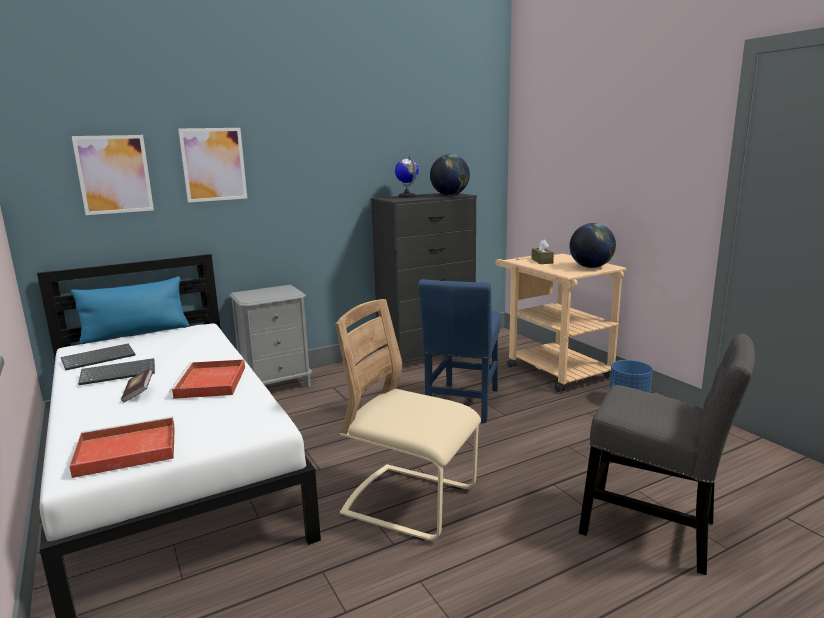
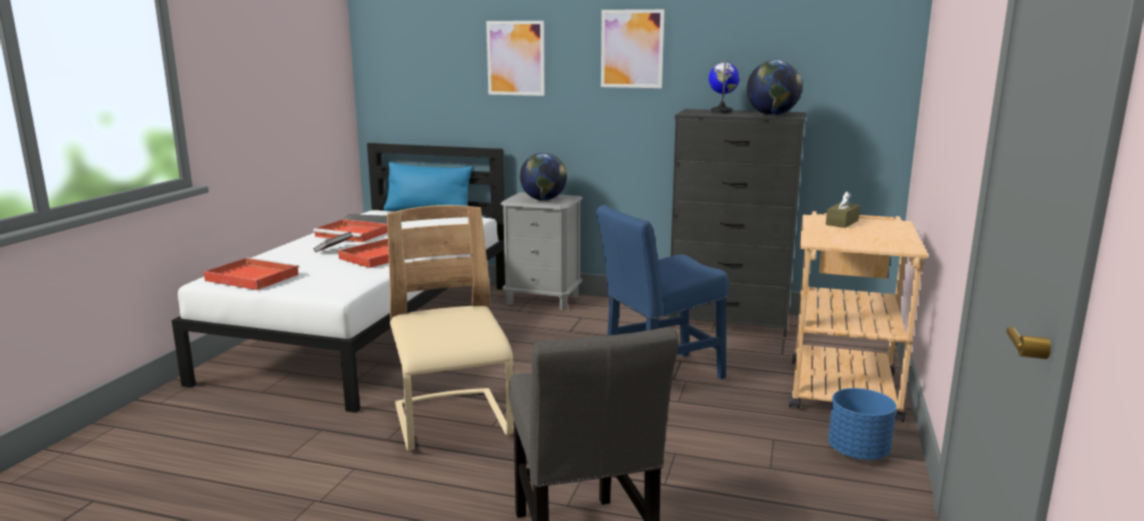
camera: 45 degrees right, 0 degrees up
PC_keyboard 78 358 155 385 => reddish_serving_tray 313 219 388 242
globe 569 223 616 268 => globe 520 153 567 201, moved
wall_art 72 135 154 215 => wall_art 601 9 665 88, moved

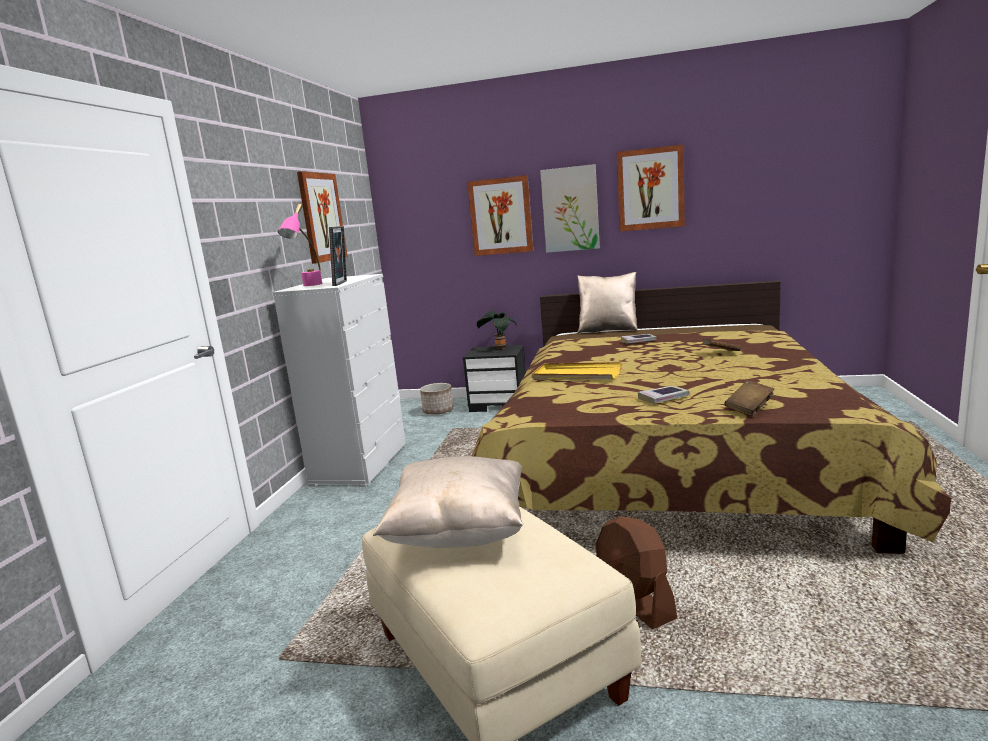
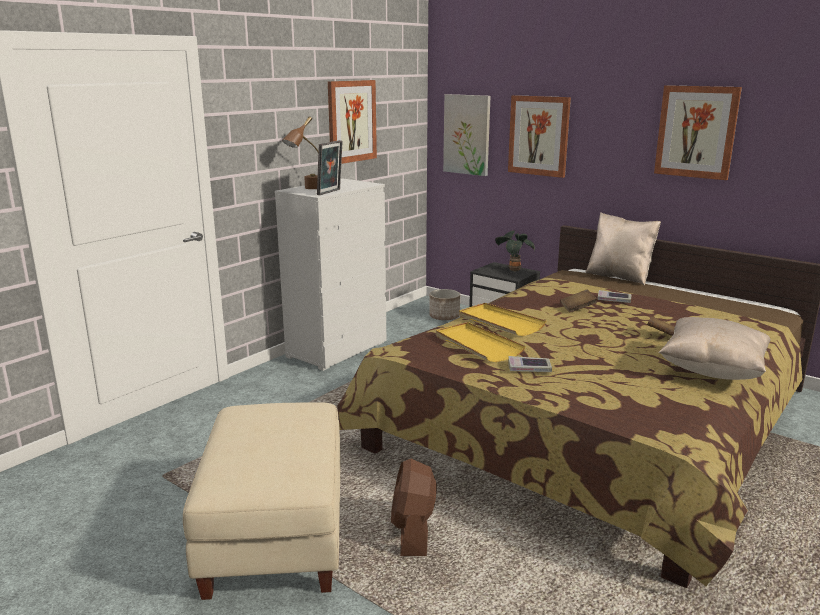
camera: 25 degrees right, 5 degrees up
pinkish_tabletop_lamp 278 204 322 286 => brown-coloured_tabletop_lamp 282 116 318 189
nothing => yellowish_serving_tray 436 322 526 362
wall_art 540 164 600 253 => wall_art 443 94 490 176, moved
brown-coloured_bound_book 724 380 775 416 => brown-coloured_bound_book 560 289 597 313, moved
sand-coloured_pillow 373 456 523 548 => sand-coloured_pillow 658 317 771 380, moved

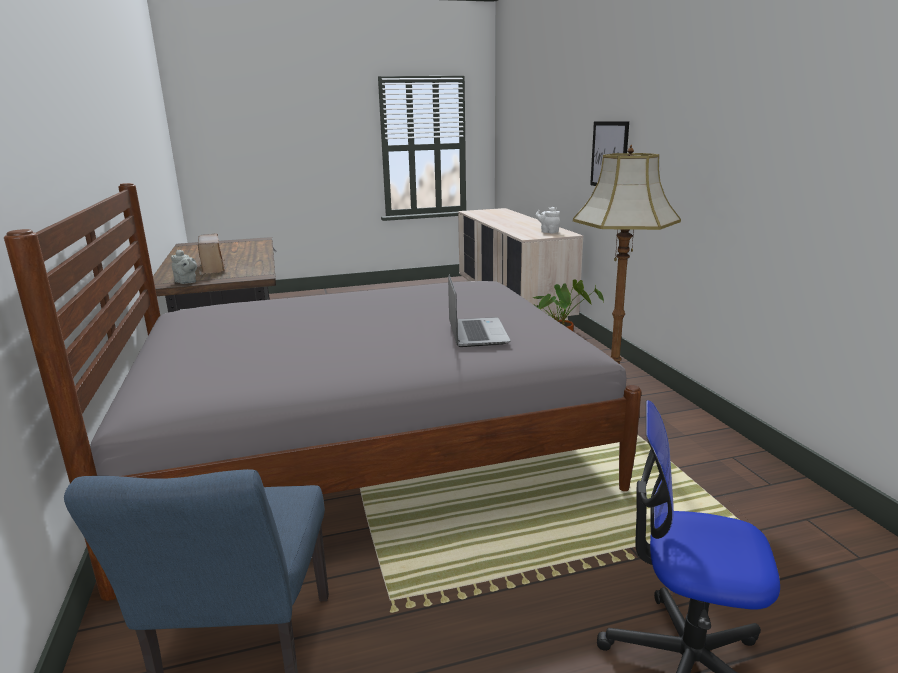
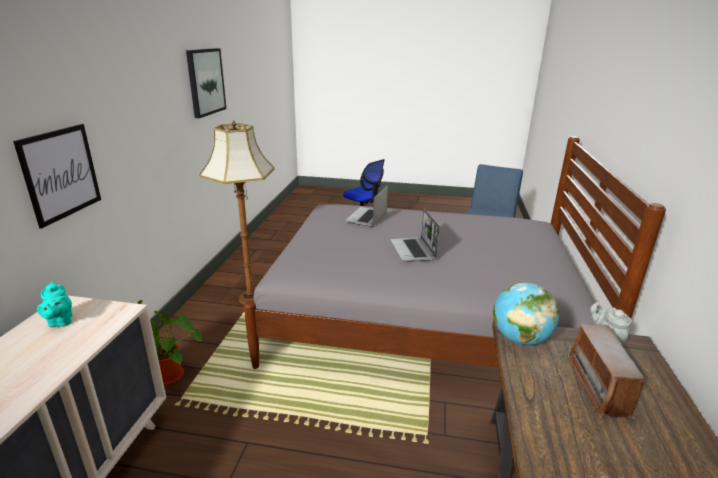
camera: 155 degrees left, 5 degrees up
white_tea_pot 536 207 560 233 => turquoise-coloured_tea_pot 37 281 72 328
nothing => wall_art 186 48 226 118
nothing => portable_computer 390 209 440 262
nothing => globe 493 282 560 345

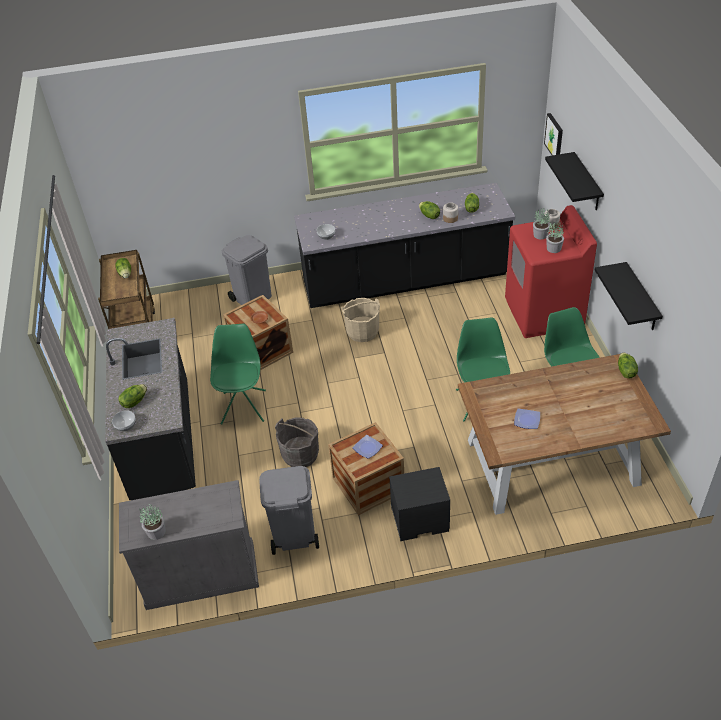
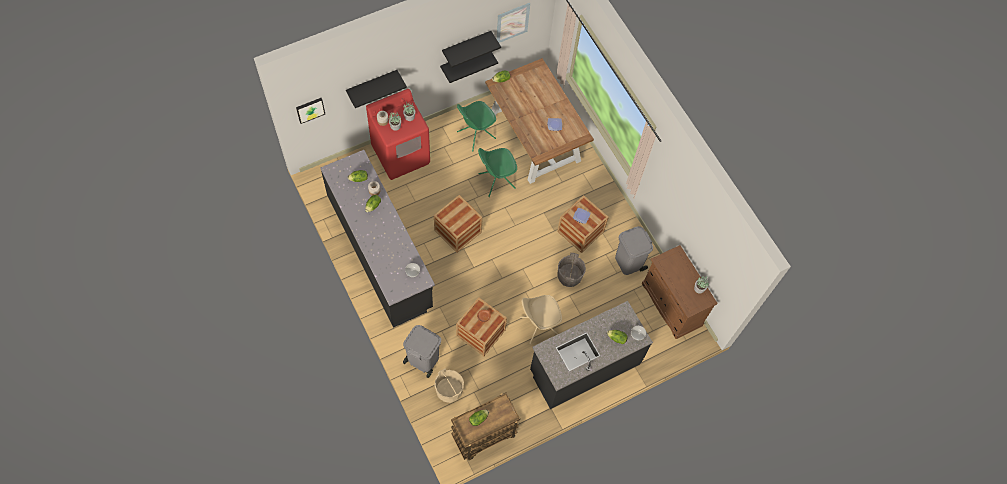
camera: 115 degrees left, 20 degrees up
nothing => packing_crate 434 195 483 252
sand-coloured_pail 341 298 380 342 => sand-coloured_pail 434 368 464 403, moved
nothing => blackish_wall_shelf 442 31 501 68
nothing => wall_art 496 3 530 43
green-coloured_chair 210 323 266 425 => sand-coloured_chair 520 295 562 344
gray_storage_cabinet 119 480 259 610 => brown-coloured_storage_cabinet 641 245 718 339
blackish_nightstand 389 467 450 541 => nothing

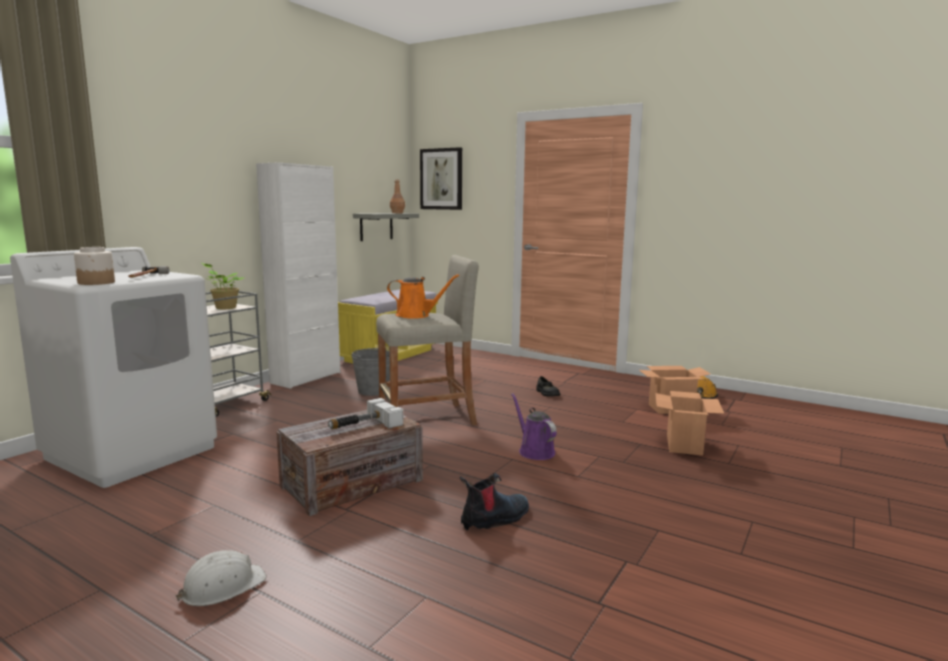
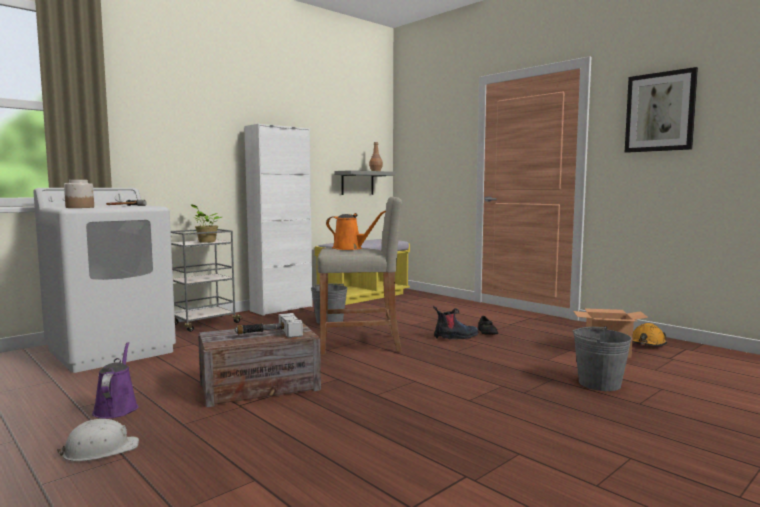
camera: 15 degrees right, 5 degrees down
purple_watering_can 511 393 557 460 => purple_watering_can 92 342 138 419, moved
high-top_boot 460 473 529 530 => high-top_boot 433 306 478 340, moved
cardboard_box 655 391 724 456 => gray_pail 572 326 632 391
wall_art 420 147 462 210 => wall_art 625 67 698 153, moved

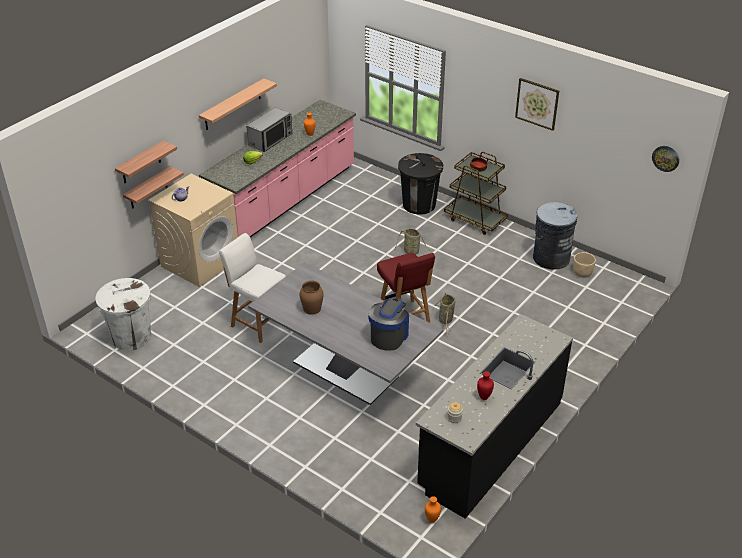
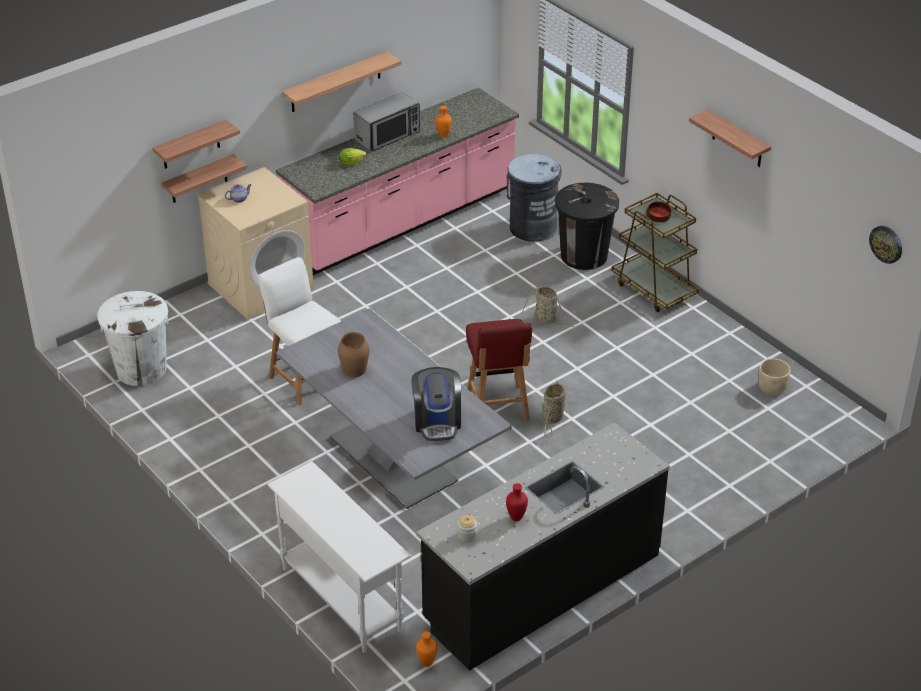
camera: 15 degrees right, 0 degrees up
nothing => white_hall_table 267 461 411 653
coffee_maker 368 298 409 351 => coffee_maker 411 367 461 441, 135 degrees clockwise
gray_trash_can 533 202 577 270 => gray_trash_can 507 154 562 242, moved
wall_art 515 78 559 131 => wall_shelf 689 109 771 167

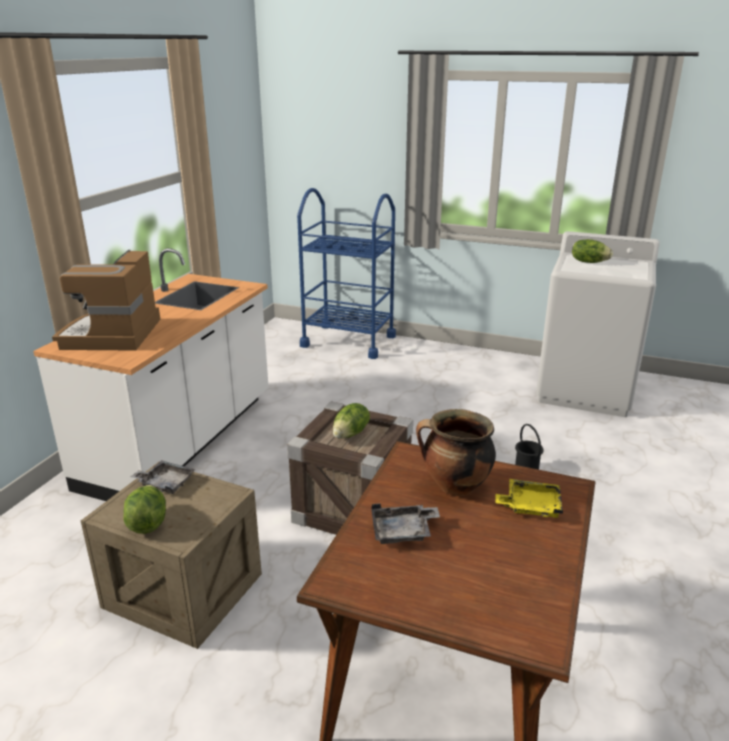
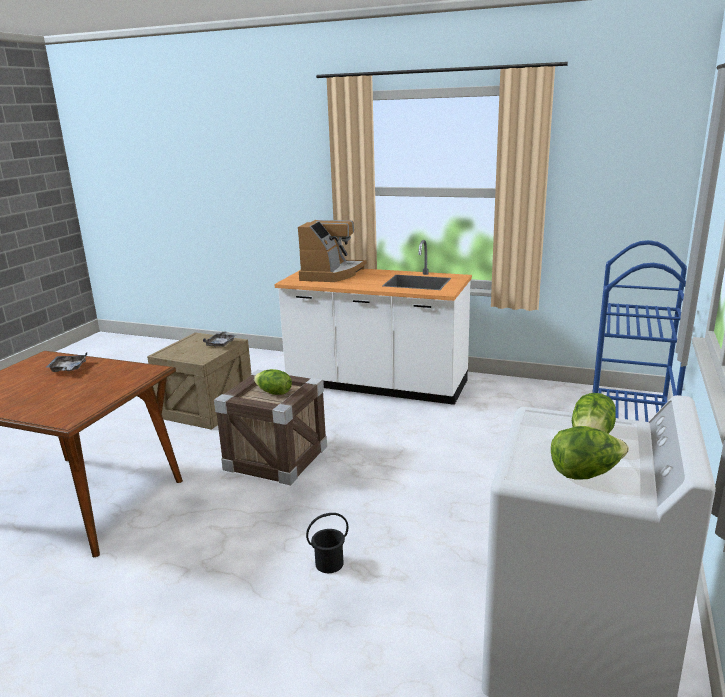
camera: 90 degrees right, 5 degrees down
coffee_maker 52 250 160 351 => coffee_maker 298 220 367 282, 105 degrees clockwise
lettuce 123 485 166 534 => lettuce 551 426 629 480, moved
saucepot 416 409 496 496 => nothing
yellowish_serving_tray 495 479 563 518 => nothing

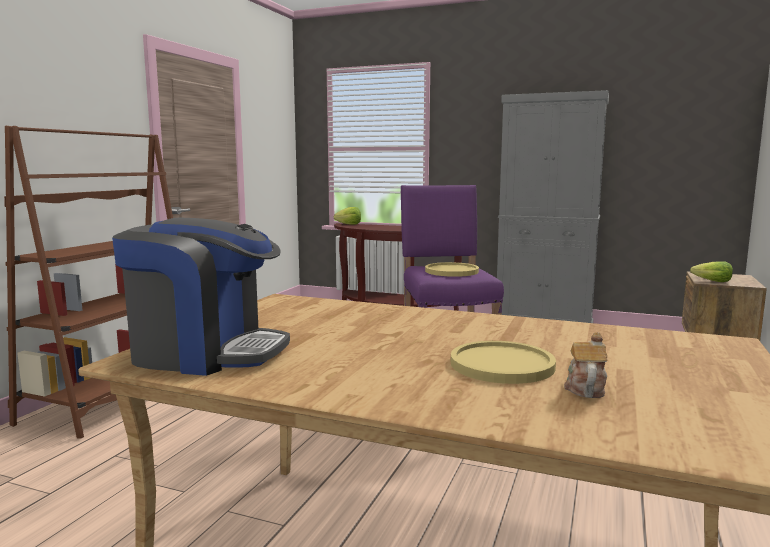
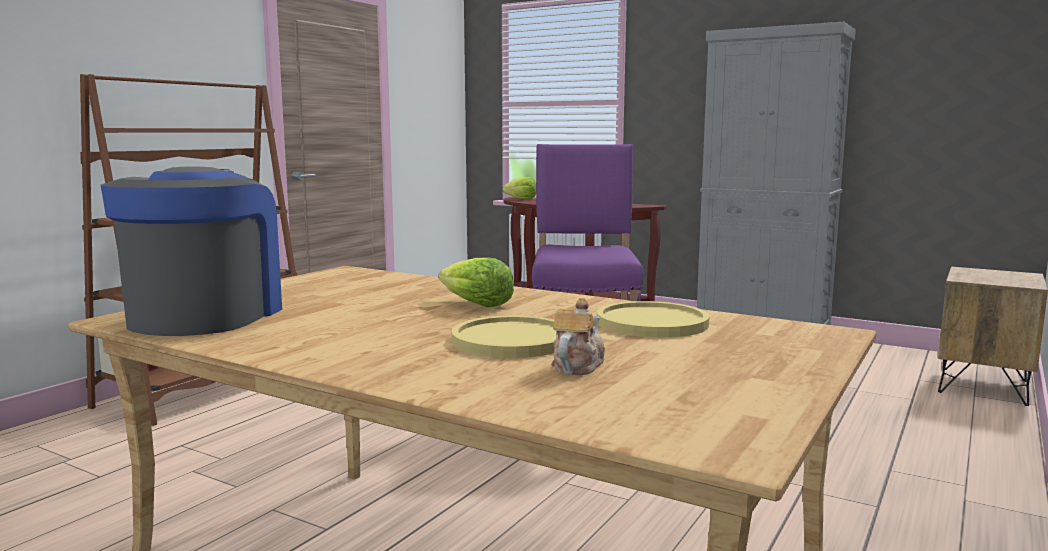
camera: 10 degrees right, 0 degrees up
coffee_maker 112 218 290 376 => coffee_maker 101 166 282 336, 105 degrees counterclockwise
lettuce 690 261 733 282 => lettuce 439 257 514 307, moved
yellowish_plate 425 262 479 277 => yellowish_plate 597 301 709 338, moved

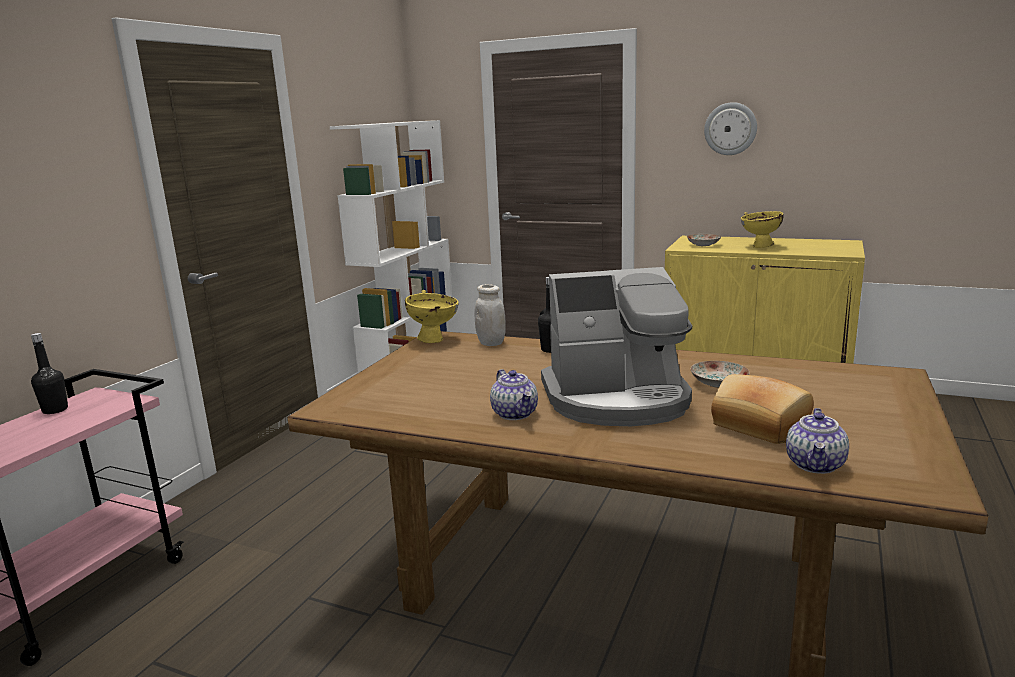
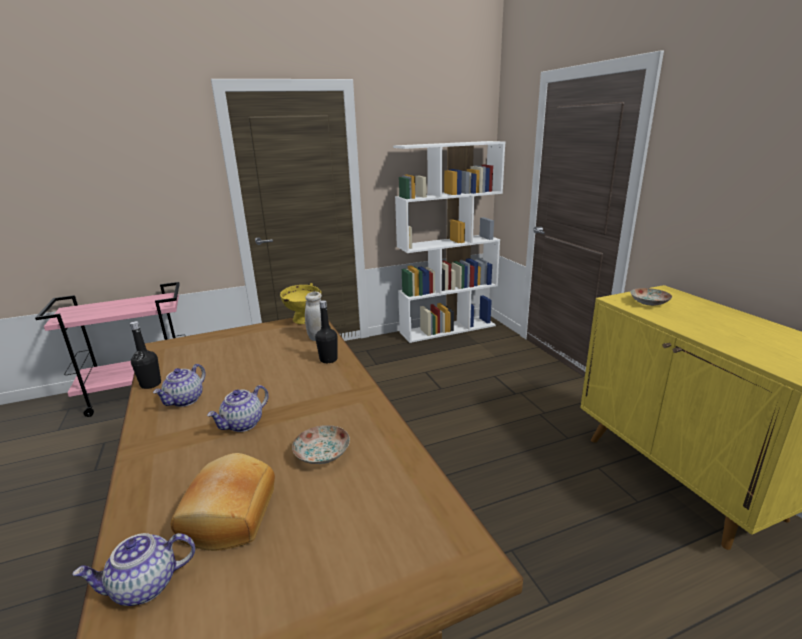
camera: 45 degrees right, 5 degrees up
blackish_drink_bottle 31 333 68 414 => blackish_drink_bottle 130 321 161 389, moved
coffee_maker 541 267 692 426 => tea_pot 207 385 269 432
wall_clock 704 102 757 155 => nothing
yellowish_deep_dish 741 211 784 248 => nothing

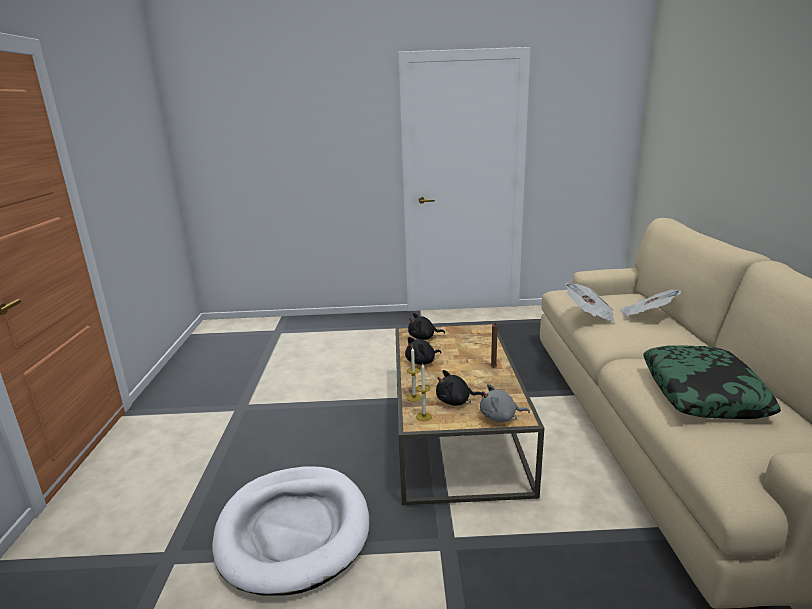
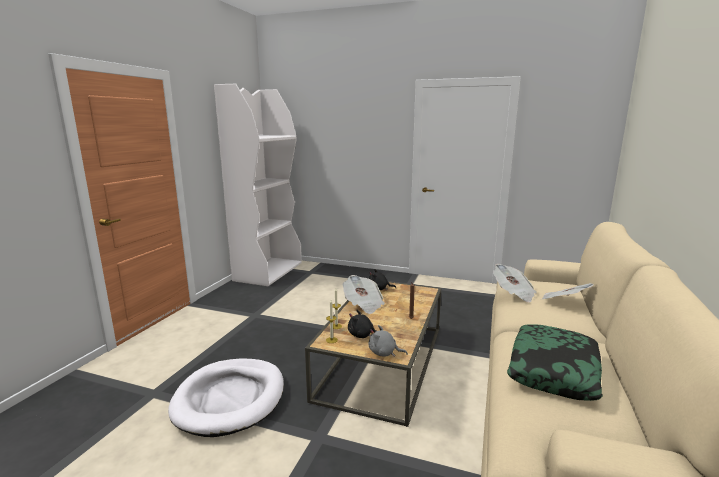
camera: 20 degrees right, 5 degrees down
nothing => white_shelving_unit 214 84 302 286
blackish_soft_toy 405 337 441 365 => printed_paper 342 275 385 314

